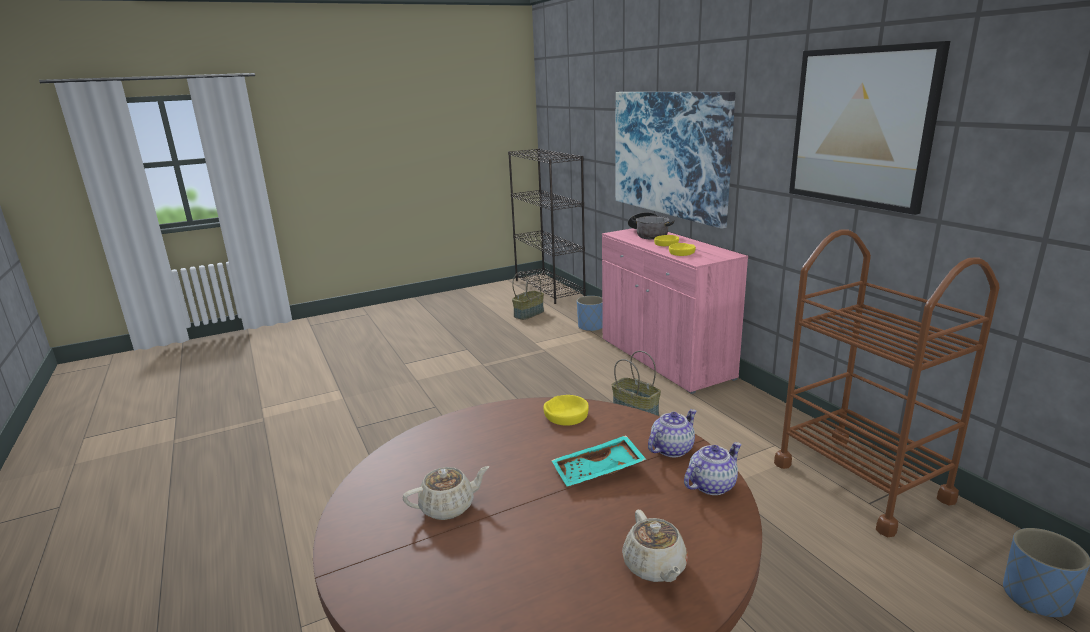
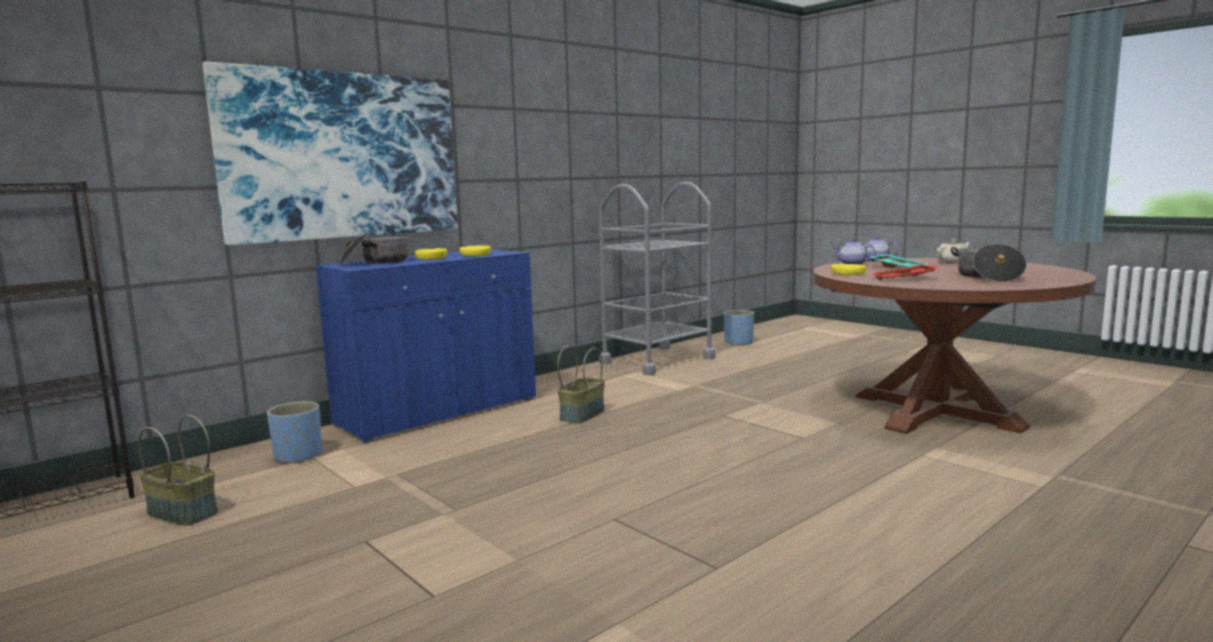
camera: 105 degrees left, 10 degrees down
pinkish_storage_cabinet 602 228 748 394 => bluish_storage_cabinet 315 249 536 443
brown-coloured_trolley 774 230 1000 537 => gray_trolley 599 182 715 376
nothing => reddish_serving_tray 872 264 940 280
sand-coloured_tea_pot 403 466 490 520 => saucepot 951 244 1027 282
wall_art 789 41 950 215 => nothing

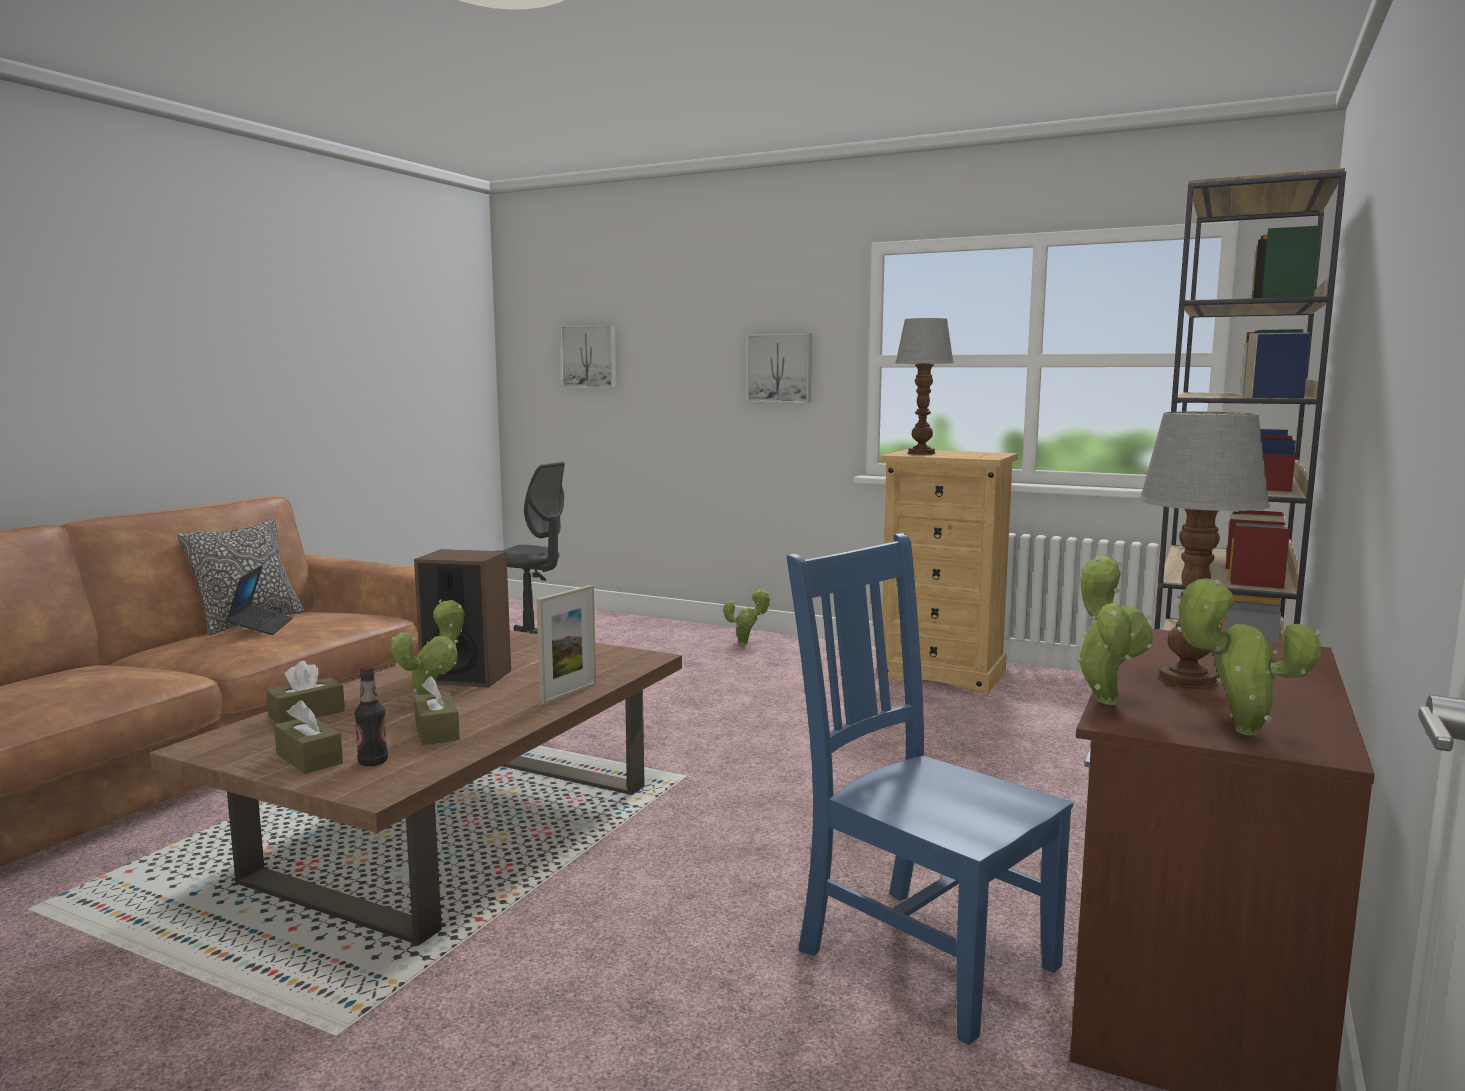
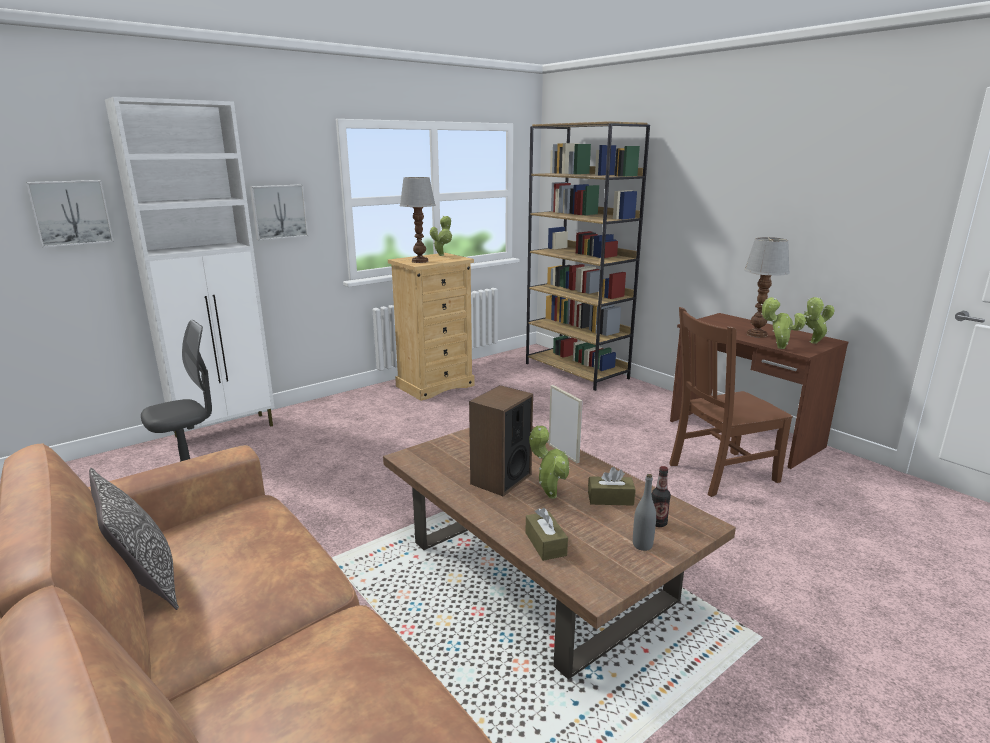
camera: 65 degrees left, 10 degrees up
nothing => white_storage_cabinet 105 97 275 438
houseplant 723 588 771 645 => houseplant 430 216 452 256, moved
brown-coloured_tissue_holder 274 700 343 774 => gray_drink_bottle 633 474 656 551
bluish_chair 787 533 1073 1045 => brown-coloured_chair 669 307 793 497
portable_computer 226 565 293 635 => nothing

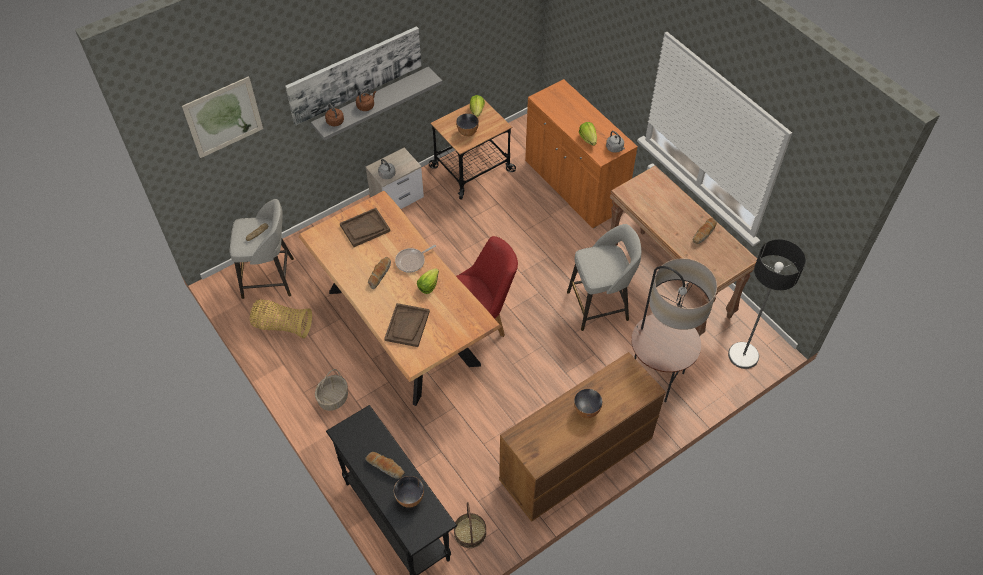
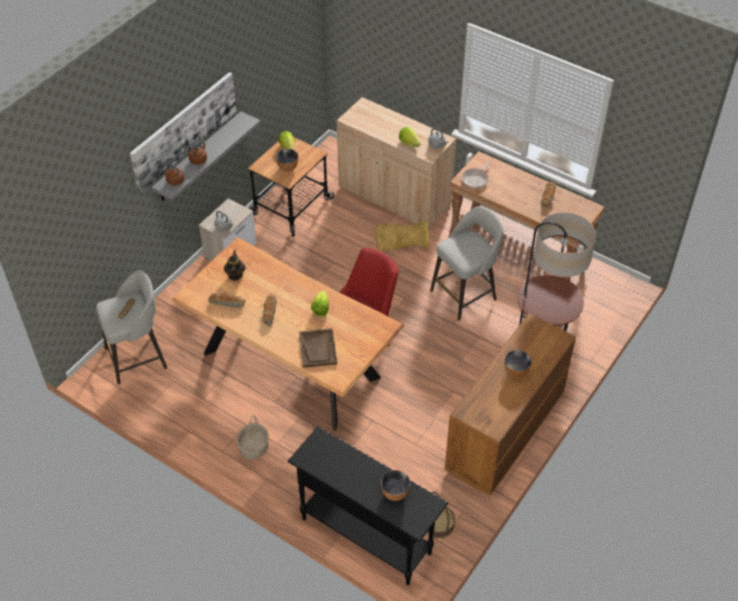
camera: 20 degrees left, 5 degrees down
bread 365 452 405 479 => bread 208 293 246 308, moved
brown-coloured_serving_tray 340 208 390 247 => tea_pot 224 251 246 281
orange-coloured_storage_cabinet 525 79 638 228 => sand-coloured_storage_cabinet 337 97 456 229
basket 250 299 312 339 => basket 375 220 429 251, moved
skillet 395 245 436 273 => skillet 461 161 490 188, moved
wall_art 182 76 263 158 => nothing
standard_lamp 728 239 806 369 => nothing

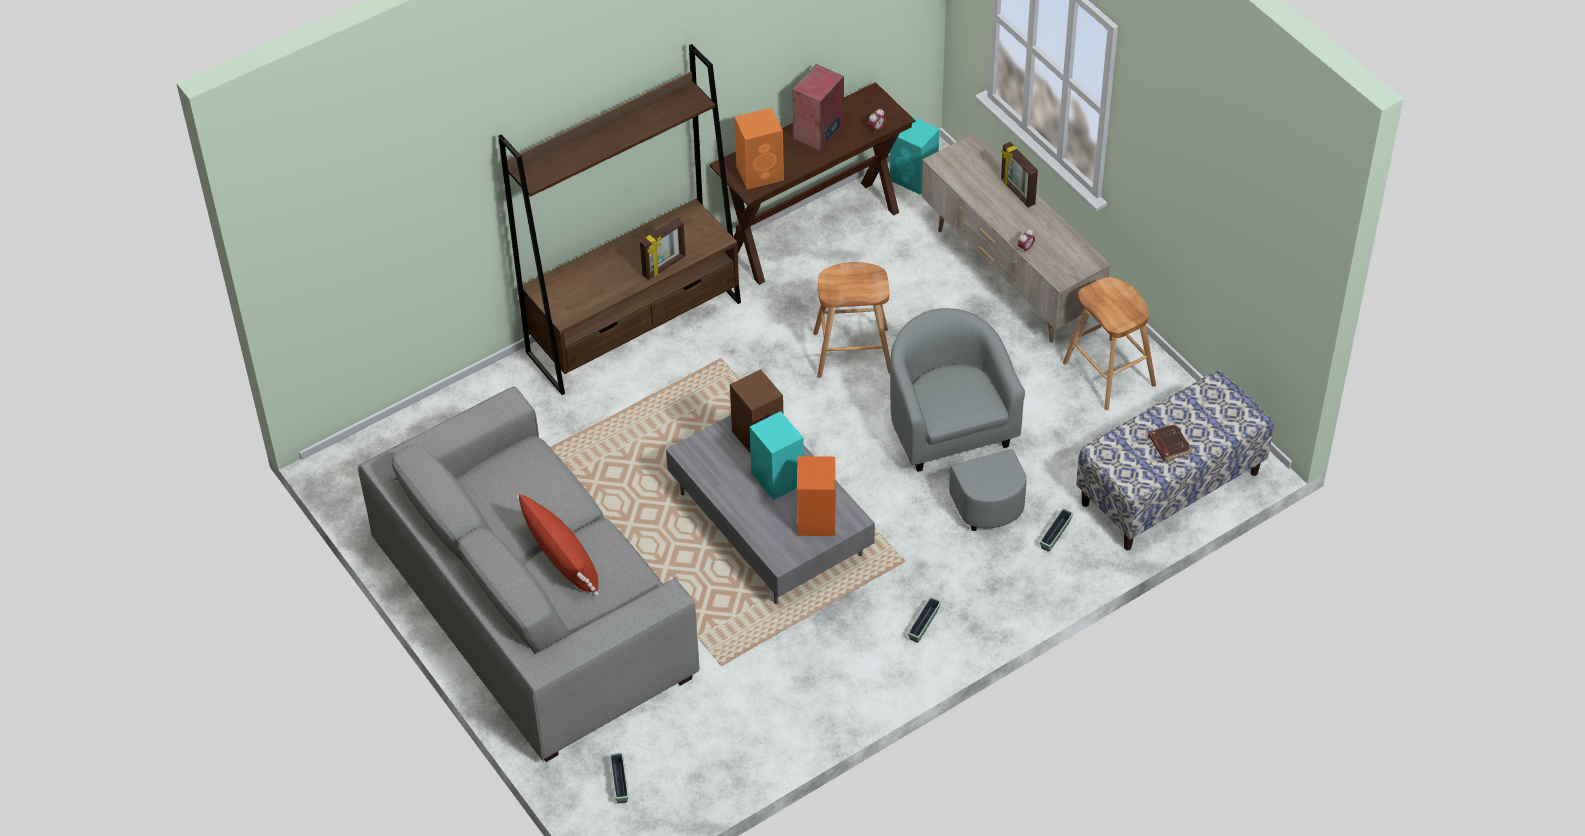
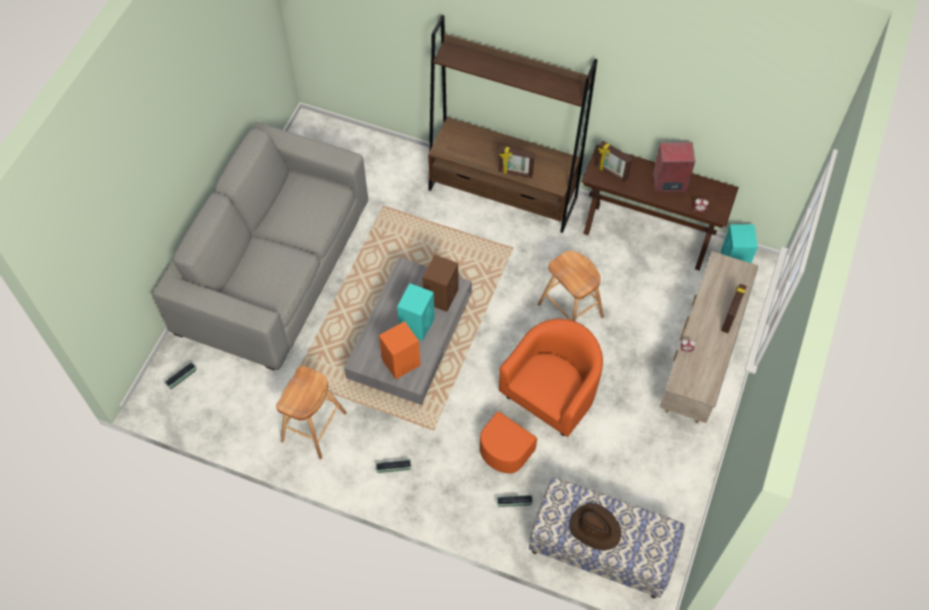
camera: 55 degrees right, 10 degrees up
brown-coloured_sitting_stool 1063 277 1156 410 => brown-coloured_sitting_stool 276 366 347 459, moved
gray_easy_chair 890 308 1026 531 => orange-coloured_easy_chair 480 319 603 474
brown-coloured_bound_book 1148 424 1192 461 => brown-coloured_wearable_hat 569 503 621 550
orange-coloured_loudspeaker 734 107 784 189 => standing_frame 596 141 632 183
reddish_pillow 516 494 599 596 => nothing

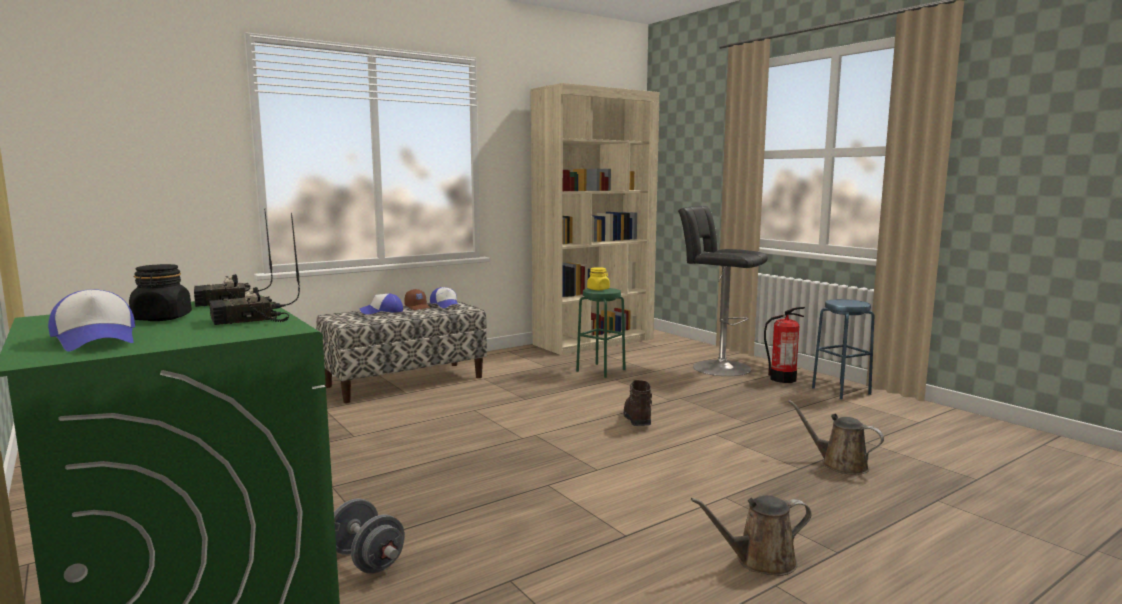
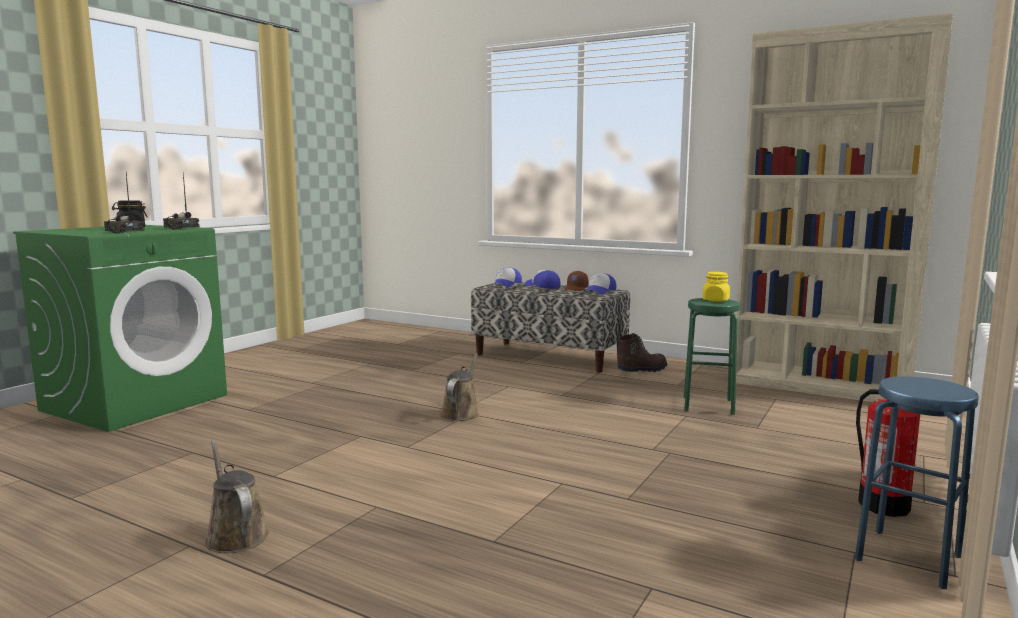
camera: 65 degrees right, 0 degrees up
brown-coloured_watering_can 788 400 884 475 => brown-coloured_watering_can 440 353 479 421, moved
peaked_cap 48 289 135 351 => peaked_cap 492 268 522 287, moved
brown-coloured_high-top_boot 623 380 652 426 => brown-coloured_high-top_boot 617 333 667 372, moved
gray_free_weight 334 498 405 574 => nothing
blackish_sitting_stool 678 206 768 376 => nothing

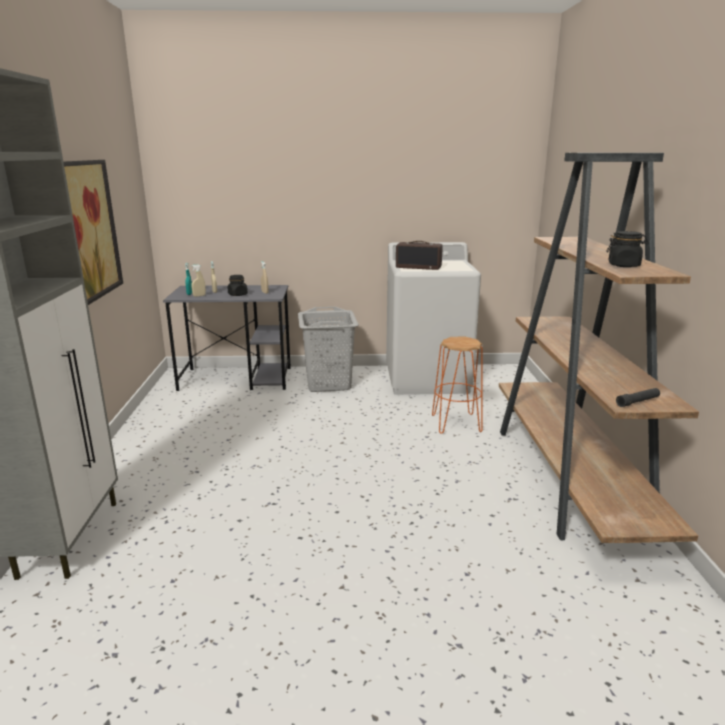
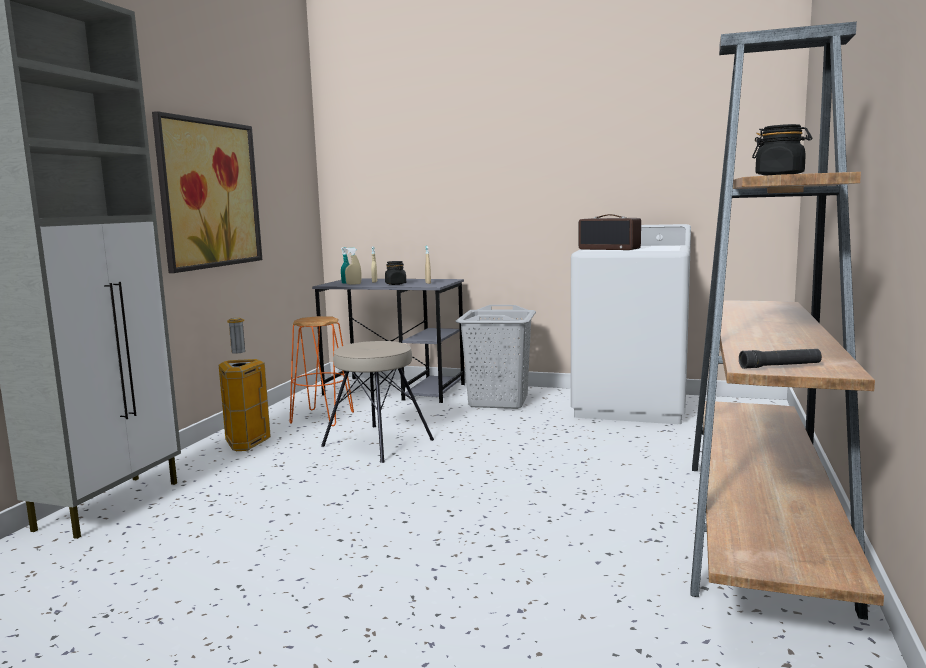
camera: 20 degrees right, 10 degrees down
nothing => trash_can 219 317 271 451
orange-coloured_sitting_stool 432 336 483 434 => orange-coloured_sitting_stool 290 316 354 426, moved
nothing => sand-coloured_sitting_stool 321 341 434 463

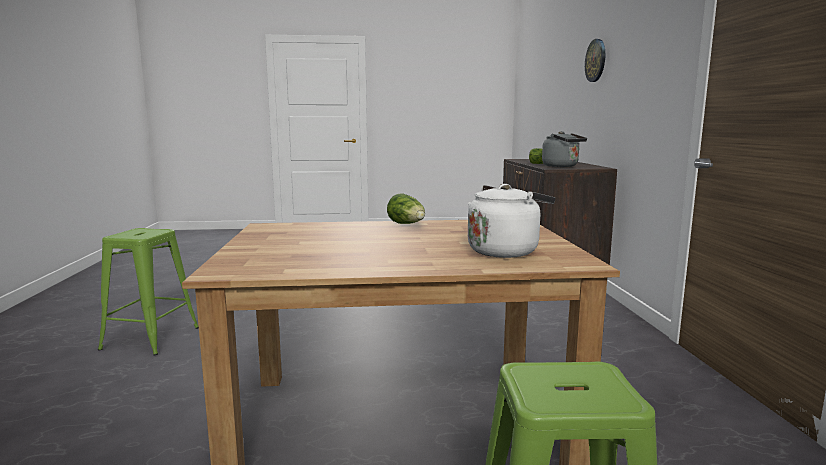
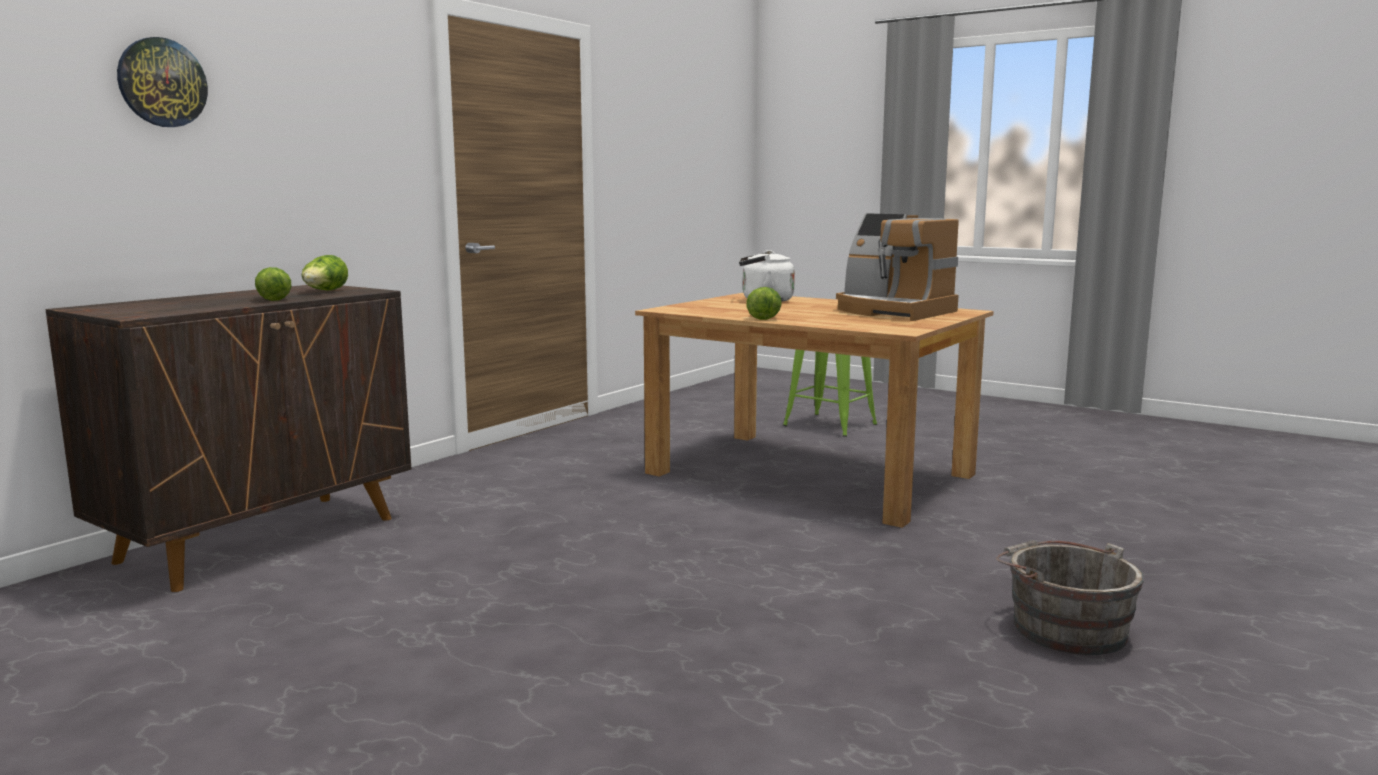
camera: 140 degrees left, 0 degrees up
gray_tea_kettle 542 131 587 167 => lettuce 301 255 348 291
nothing => coffee_maker 836 213 959 321
green-coloured_sitting_stool 98 228 199 356 => gray_pail 996 540 1144 655

